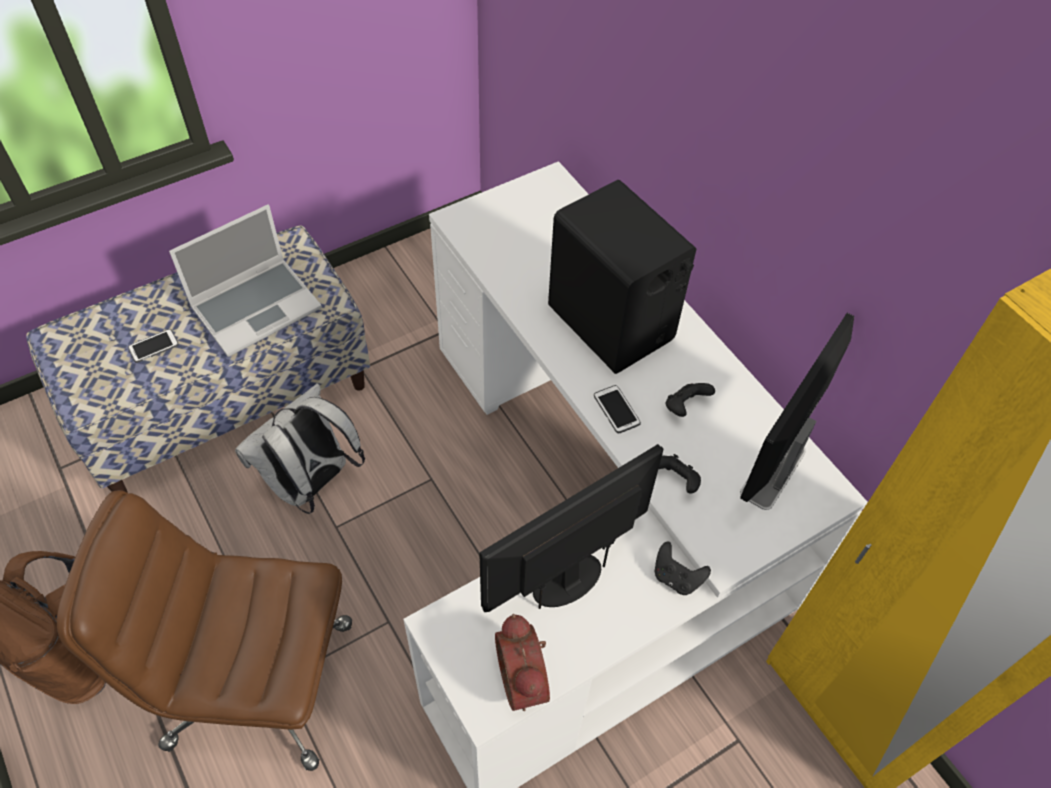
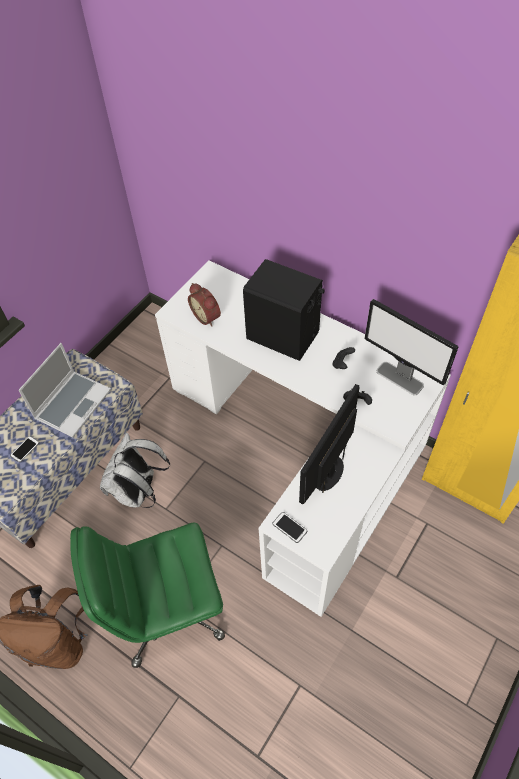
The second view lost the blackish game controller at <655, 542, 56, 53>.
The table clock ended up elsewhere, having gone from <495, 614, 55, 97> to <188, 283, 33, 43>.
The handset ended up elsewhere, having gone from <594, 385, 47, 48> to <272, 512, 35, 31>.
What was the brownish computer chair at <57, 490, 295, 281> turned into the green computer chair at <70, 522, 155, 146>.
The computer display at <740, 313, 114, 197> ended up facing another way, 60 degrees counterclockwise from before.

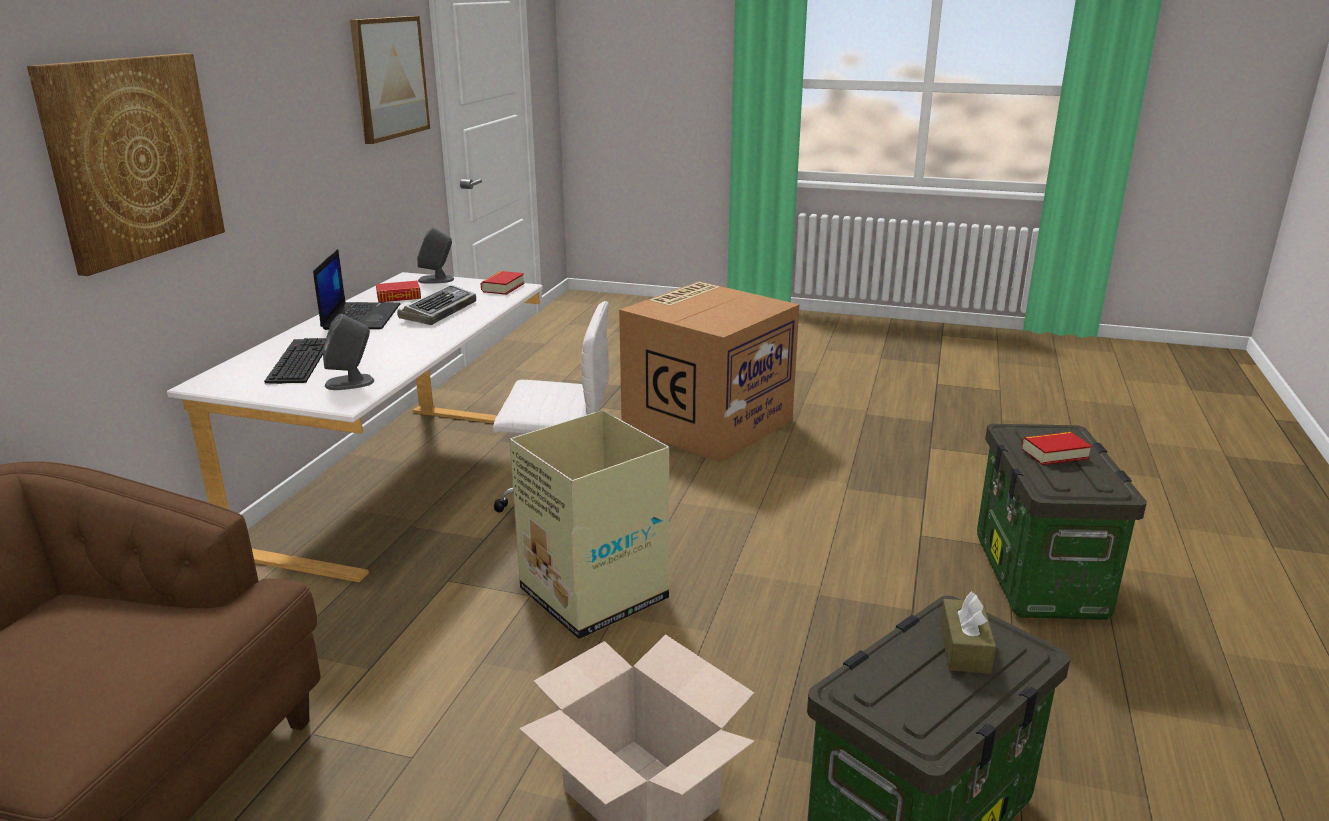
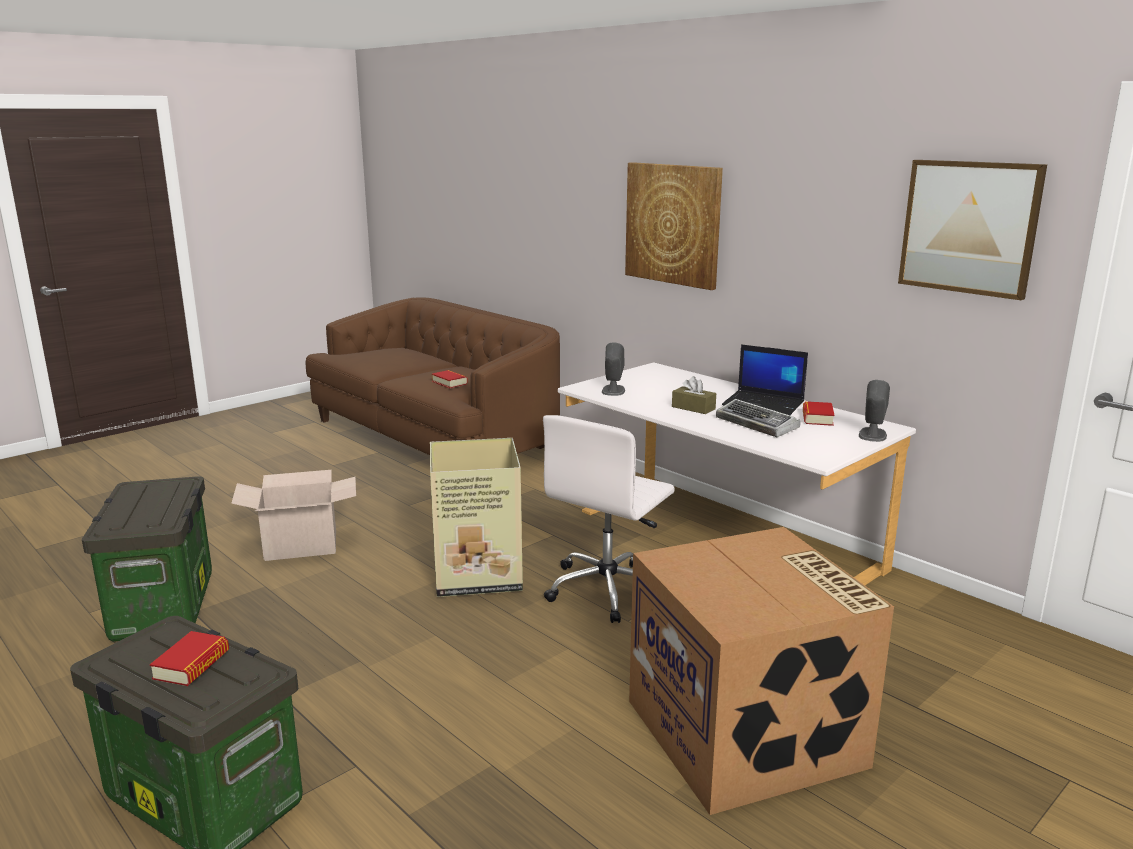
The second view lost the keyboard at <264, 338, 62, 47>.
The volume ended up elsewhere, having gone from <480, 271, 45, 24> to <432, 370, 36, 18>.
The brownish tissue holder ended up elsewhere, having gone from <940, 592, 56, 82> to <672, 376, 44, 38>.

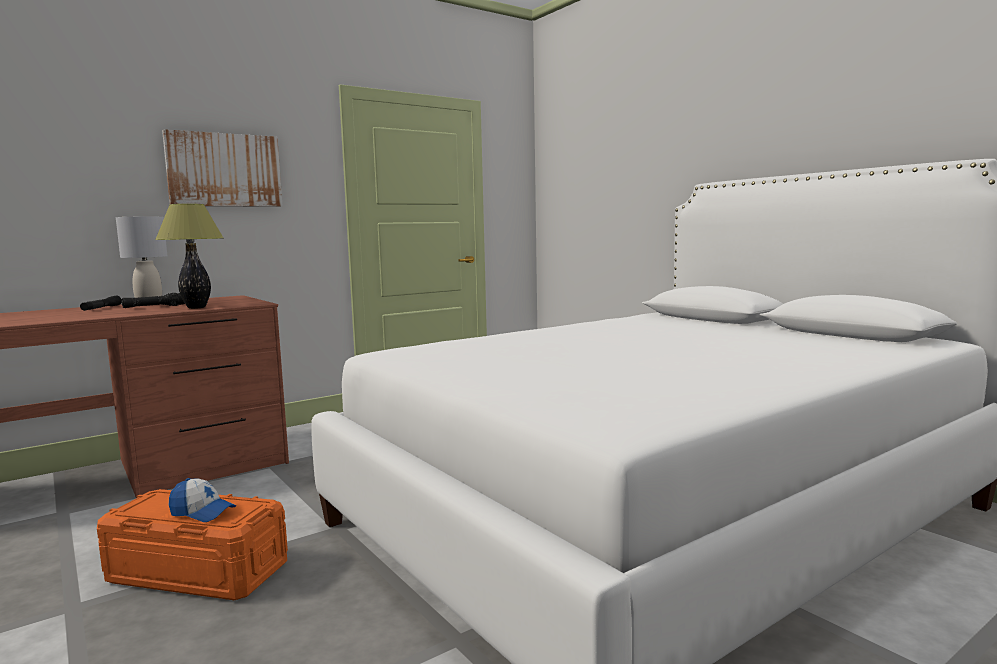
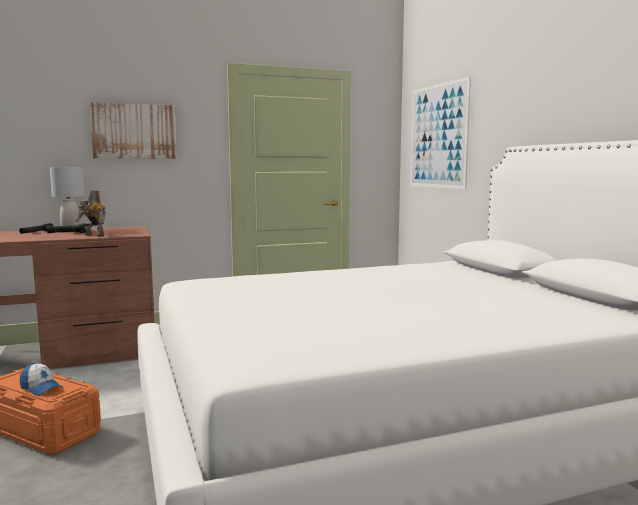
The second view gained the wall picture at <410, 76, 61, 113>.
Where the lamp for a table stood at <155, 204, 68, 105>, the toy robot came to stand at <74, 191, 32, 46>.

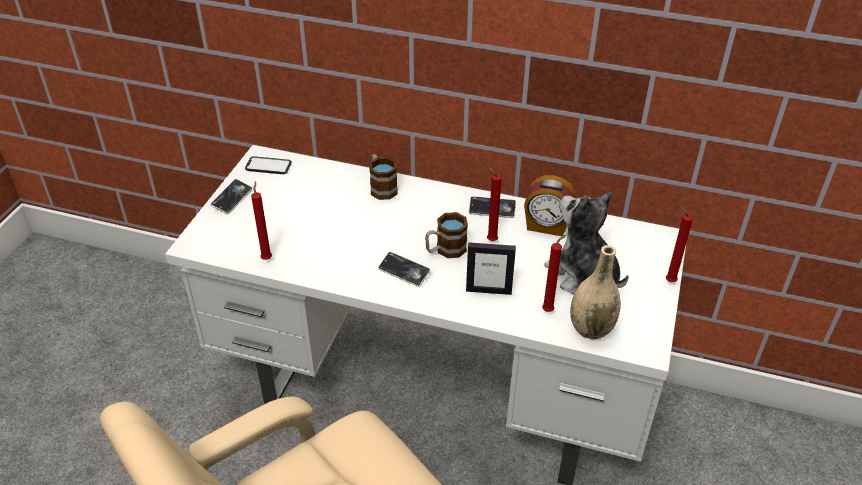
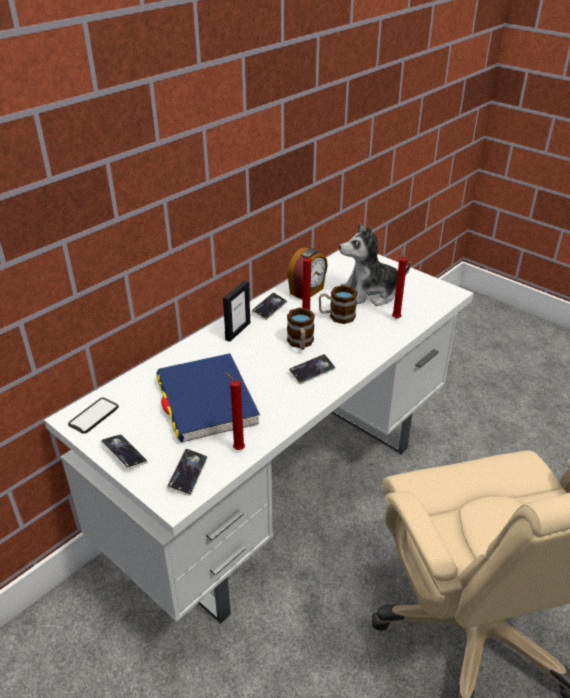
The second view lost the beige vase at <570, 245, 51, 94>.
The second view lost the red wax candle at <666, 206, 27, 76>.
The second view gained the blue-coloured volume at <156, 353, 104, 90>.
The second view gained the handset at <167, 449, 41, 47>.
The coffee mug ended up elsewhere, having gone from <369, 154, 29, 46> to <319, 285, 39, 39>.
The photo frame ended up elsewhere, having gone from <466, 242, 50, 53> to <223, 280, 27, 62>.

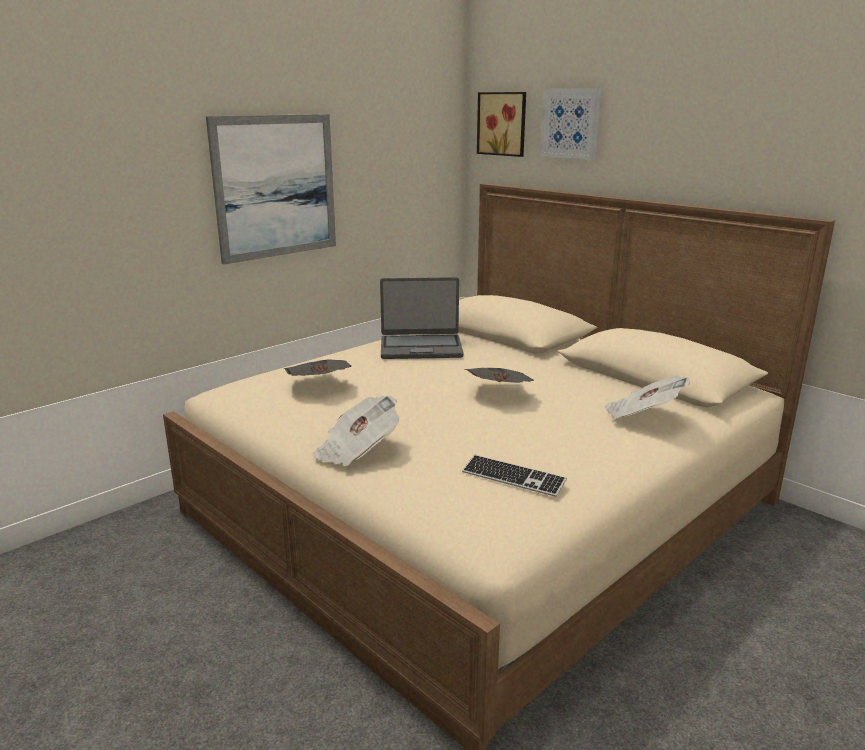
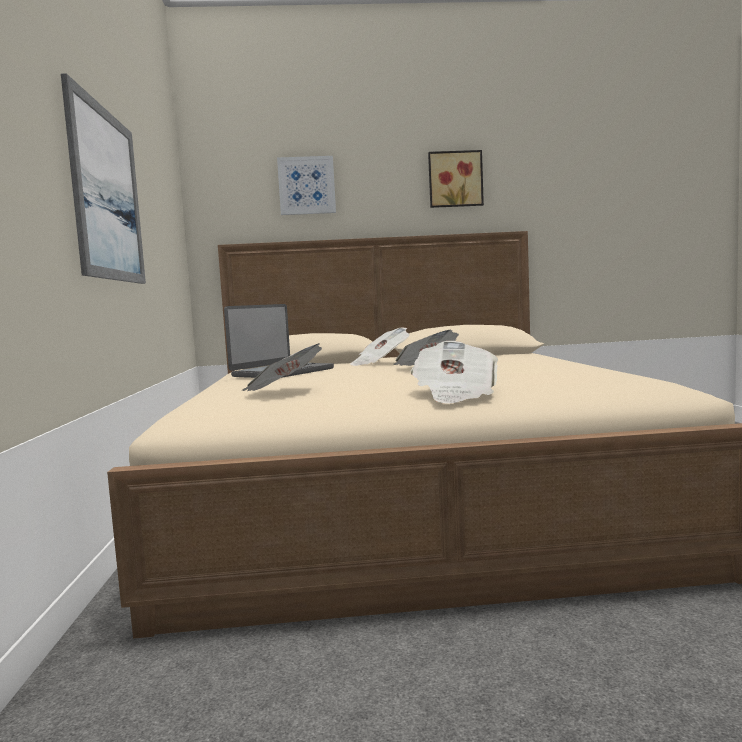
The second view lost the keyboard at <462, 455, 105, 42>.
The wall picture ended up elsewhere, having gone from <477, 92, 49, 65> to <428, 150, 56, 58>.
The daily paper ended up elsewhere, having gone from <605, 375, 85, 44> to <350, 327, 59, 39>.

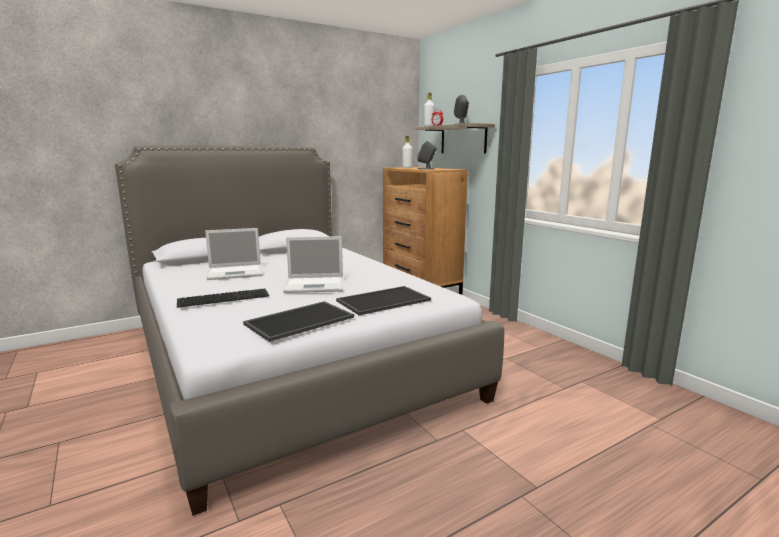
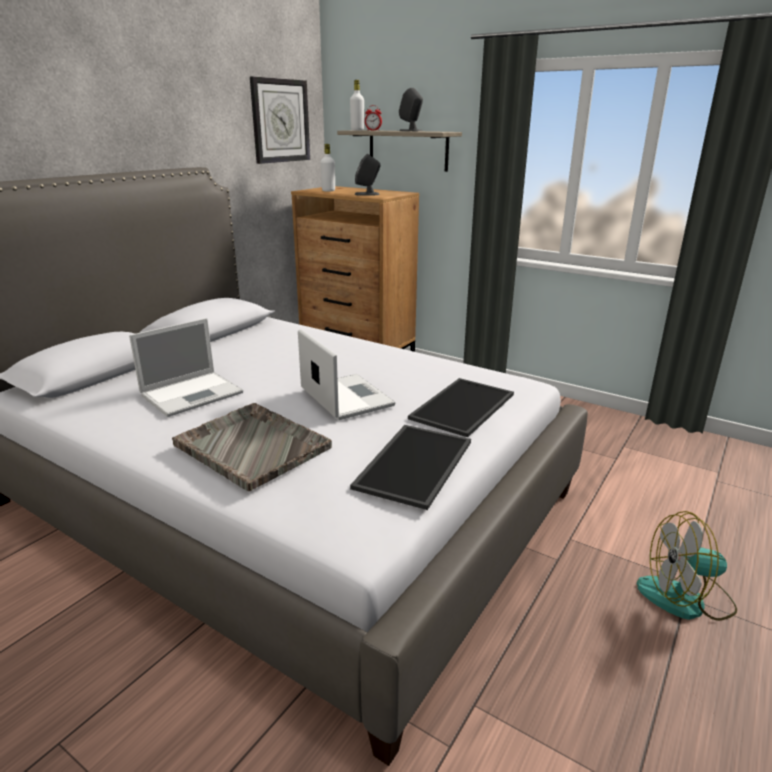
The second view gained the hanging clock at <250, 76, 60, 88>.
The second view gained the cooling fan at <636, 511, 101, 110>.
Where the keyboard stood at <177, 289, 92, 19>, the greyish serving tray came to stand at <172, 403, 160, 88>.
The notebook computer at <283, 236, 60, 57> ended up facing another way, 90 degrees counterclockwise from before.

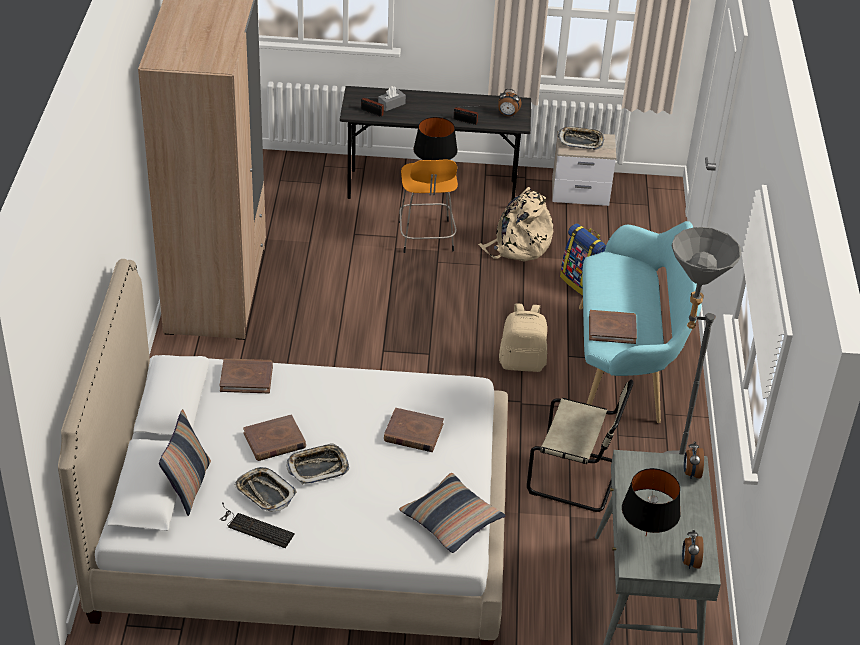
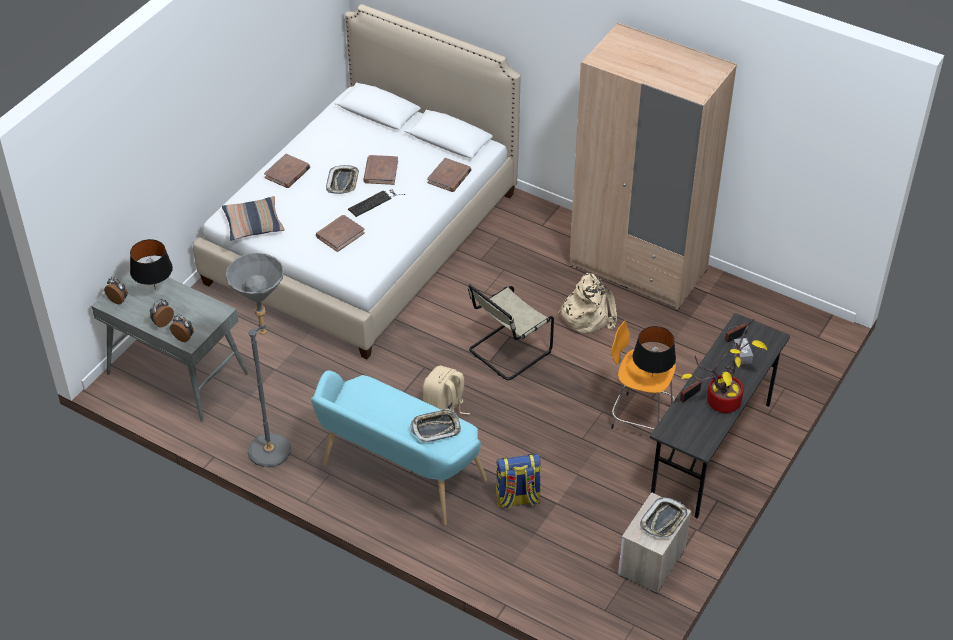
The second view lost the pillow at <159, 409, 52, 107>.
The second view gained the potted plant at <681, 319, 86, 94>.
The keyboard ended up elsewhere, having gone from <220, 502, 75, 46> to <348, 189, 58, 28>.
The serving tray ended up elsewhere, having gone from <234, 467, 63, 45> to <410, 409, 51, 34>.
The beige backpack ended up elsewhere, having gone from <478, 187, 75, 75> to <558, 273, 59, 61>.
The table clock ended up elsewhere, having gone from <498, 89, 23, 27> to <150, 299, 24, 28>.
The beige chair ended up elsewhere, having gone from <527, 380, 107, 132> to <468, 284, 86, 96>.
The brownish volume ended up elsewhere, having gone from <589, 310, 48, 34> to <264, 154, 46, 34>.

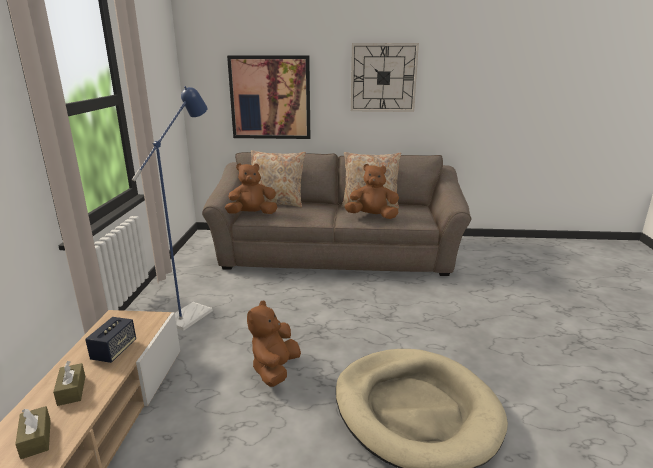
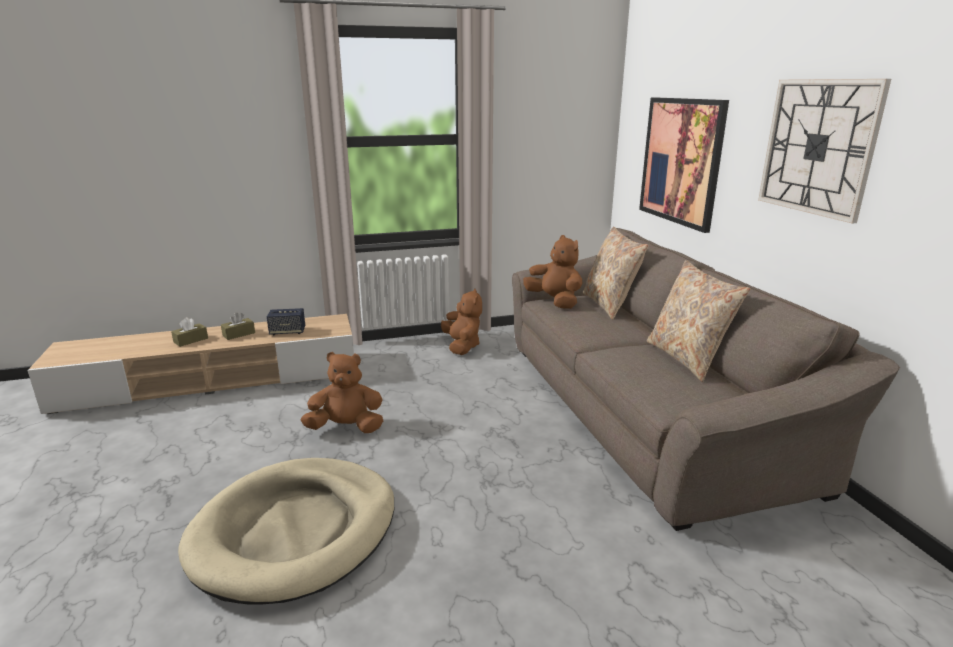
The second view lost the blue-coloured standard lamp at <132, 86, 81, 245>.
The brownish soft toy ended up elsewhere, having gone from <345, 164, 54, 55> to <441, 288, 41, 67>.

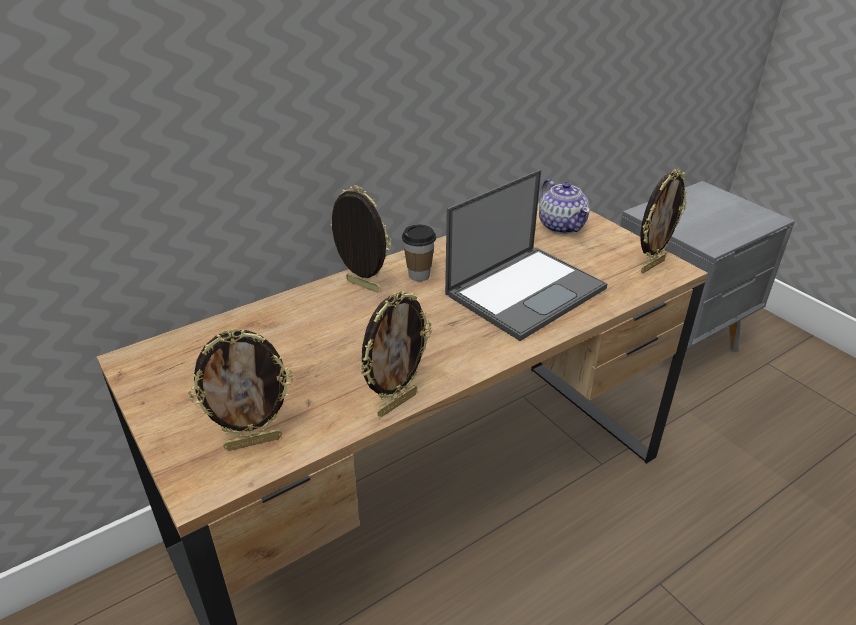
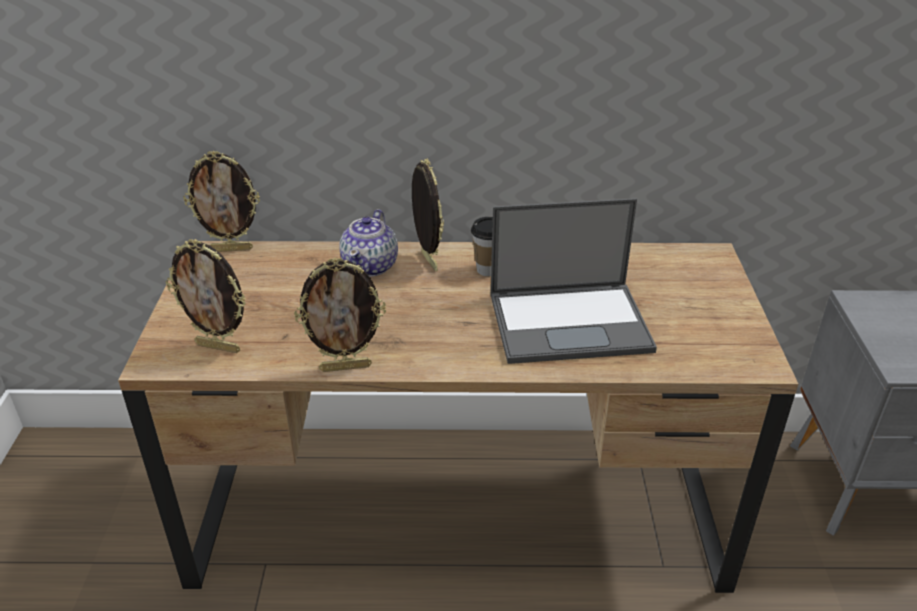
The tea pot ended up elsewhere, having gone from <539, 179, 51, 55> to <339, 209, 59, 68>.
The photo frame ended up elsewhere, having gone from <640, 169, 47, 104> to <183, 151, 77, 101>.

